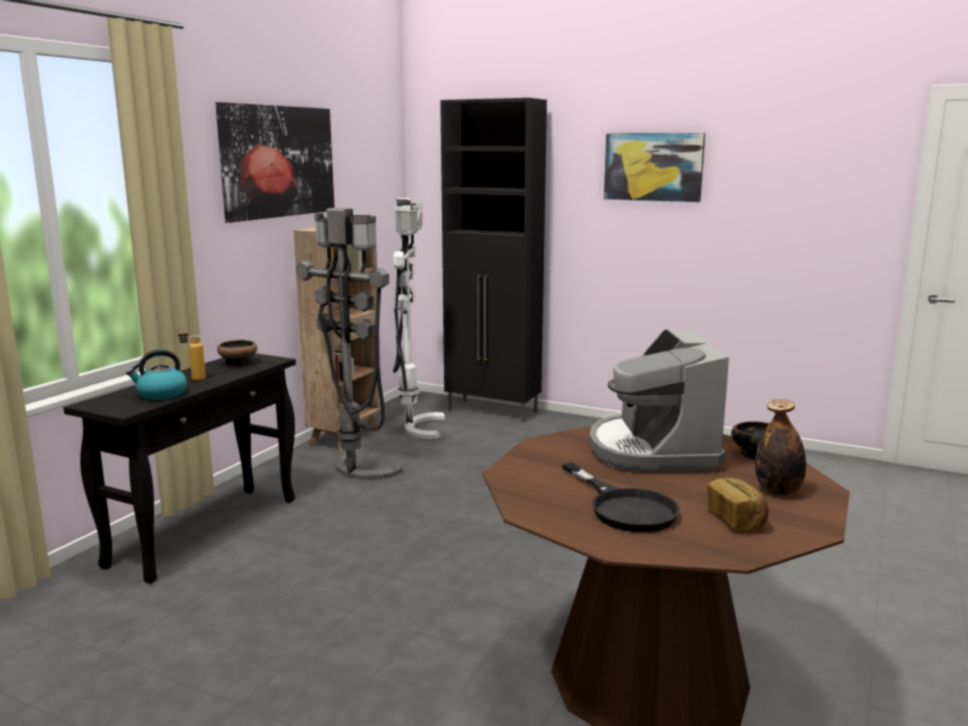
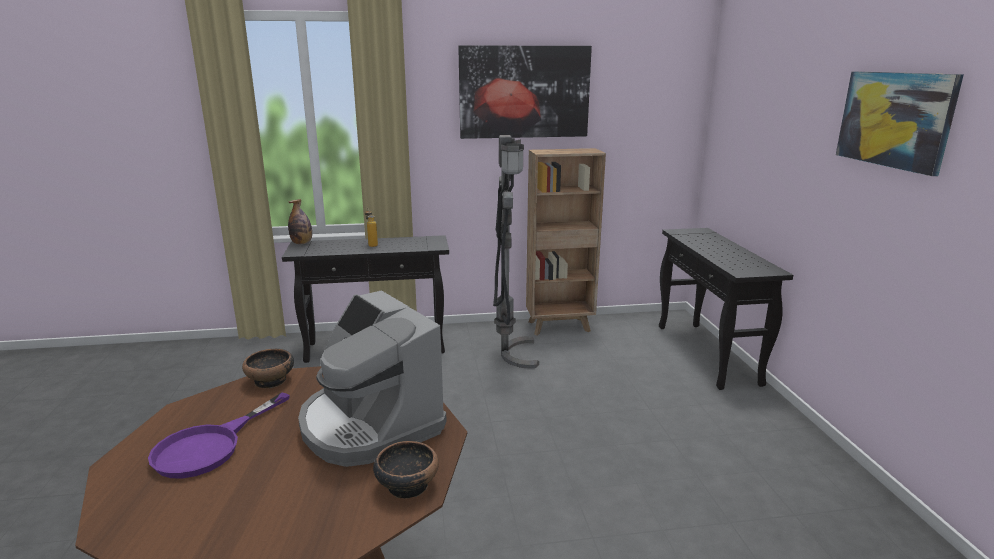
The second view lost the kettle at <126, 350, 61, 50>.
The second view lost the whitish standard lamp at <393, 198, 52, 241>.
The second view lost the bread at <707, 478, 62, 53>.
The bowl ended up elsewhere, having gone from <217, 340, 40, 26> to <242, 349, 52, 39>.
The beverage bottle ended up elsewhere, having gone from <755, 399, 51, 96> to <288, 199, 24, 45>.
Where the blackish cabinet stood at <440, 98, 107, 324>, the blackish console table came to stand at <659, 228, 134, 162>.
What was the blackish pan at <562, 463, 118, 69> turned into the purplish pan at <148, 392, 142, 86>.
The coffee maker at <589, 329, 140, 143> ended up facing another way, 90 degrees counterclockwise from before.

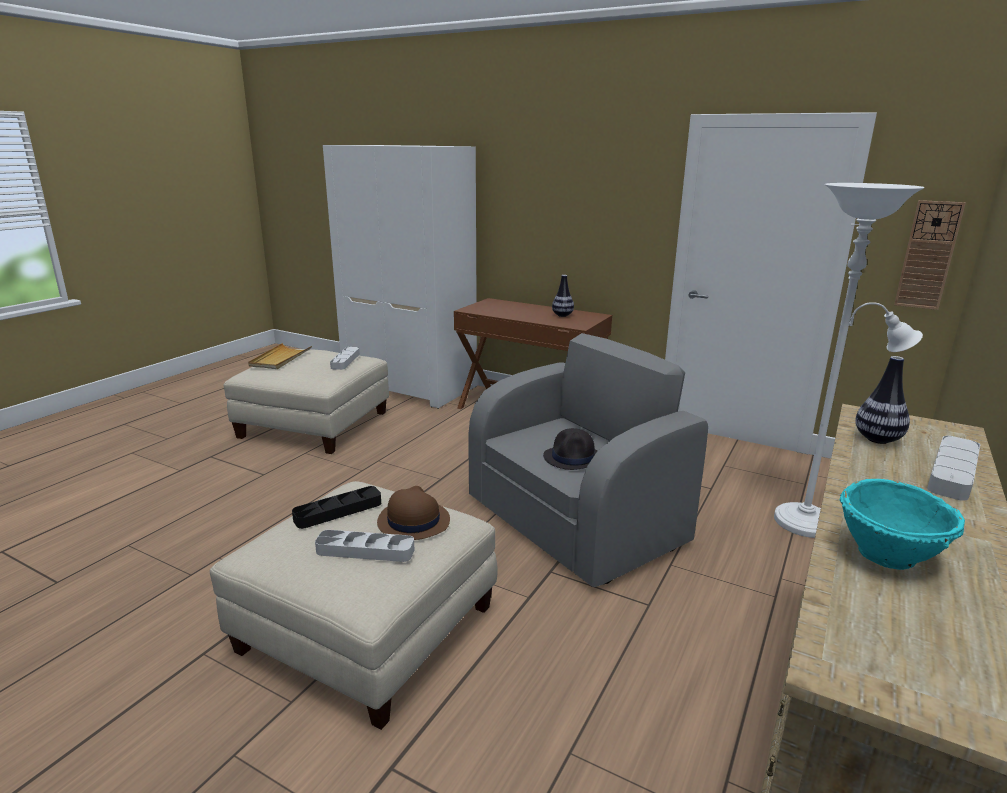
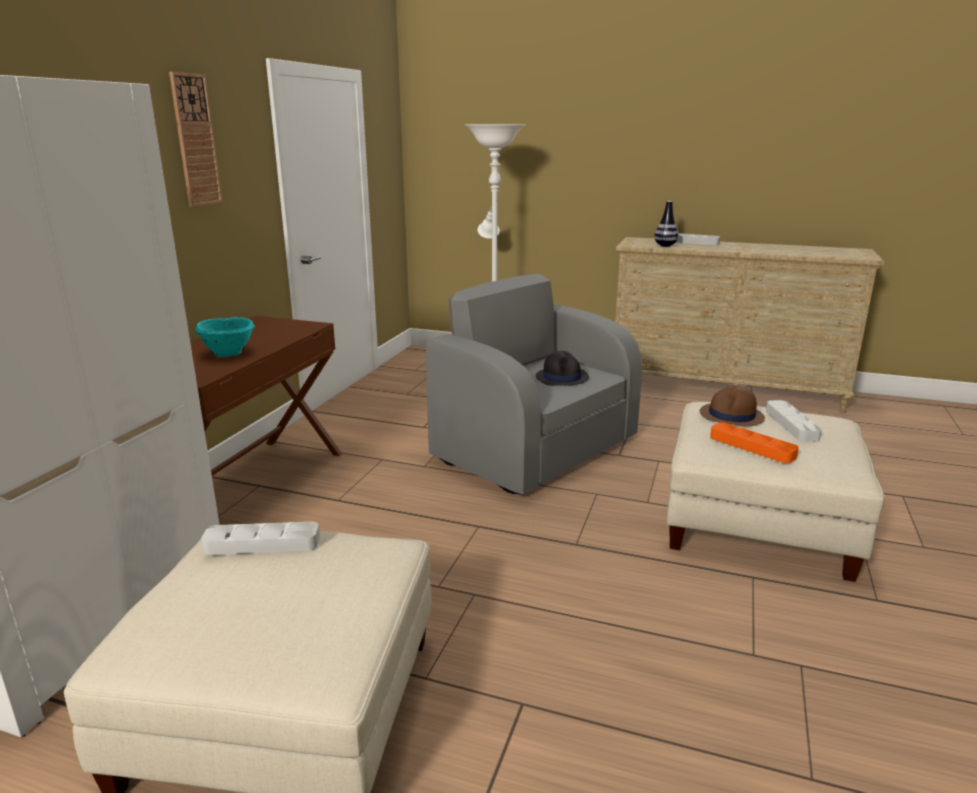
The second view lost the beige serving tray at <248, 343, 64, 26>.
The second view lost the vase at <552, 275, 22, 42>.
The blue-green bowl ended up elsewhere, having gone from <840, 479, 125, 91> to <195, 317, 60, 40>.
The hanging clock ended up elsewhere, having gone from <894, 200, 72, 110> to <169, 72, 53, 135>.
What was the blackish serving tray at <292, 486, 89, 43> turned into the orangey serving tray at <710, 422, 89, 41>.

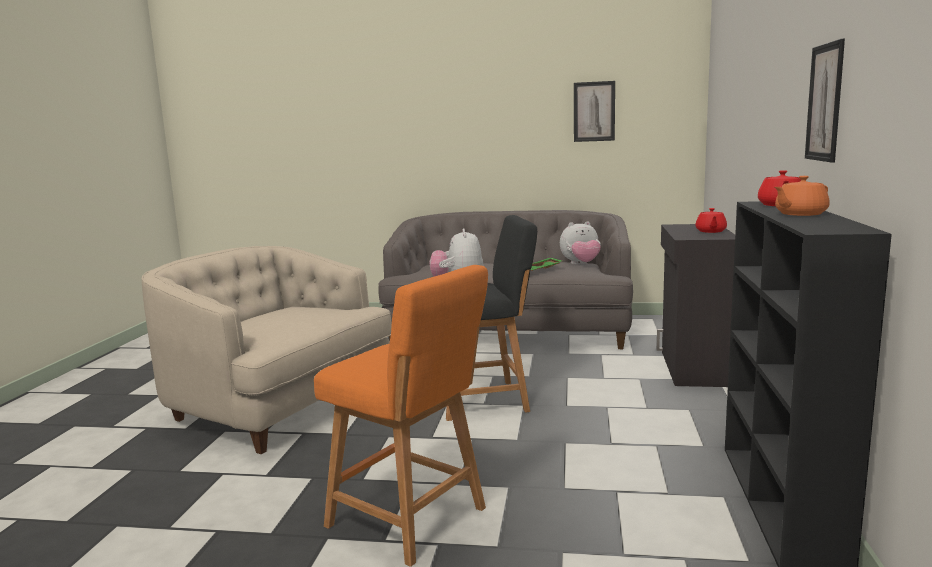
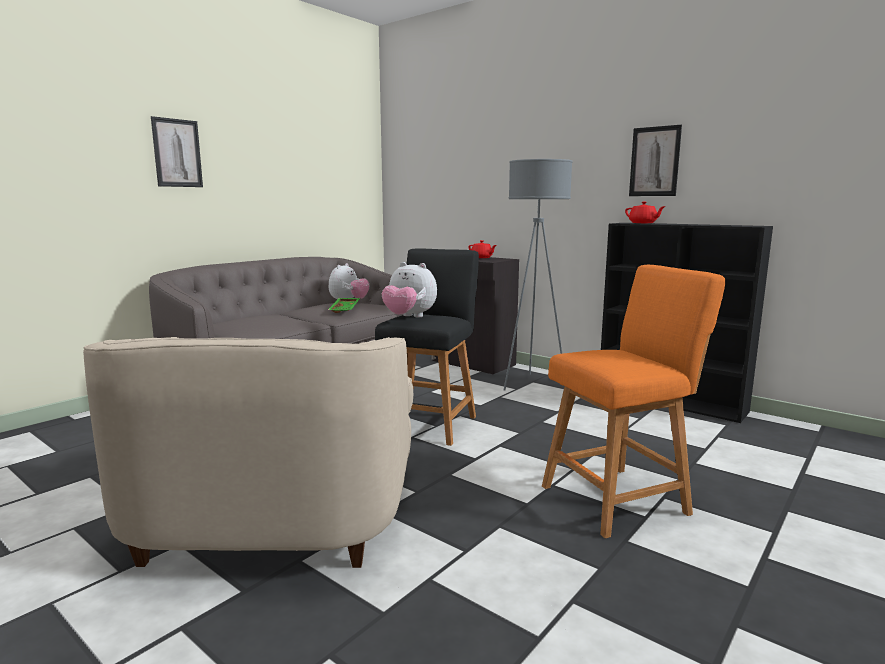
The second view lost the orangey tea pot at <775, 176, 55, 40>.
The second view gained the greyish standard lamp at <504, 159, 68, 232>.
The wall picture ended up elsewhere, having gone from <574, 81, 41, 61> to <151, 116, 52, 71>.
The beige easy chair at <142, 246, 250, 208> ended up facing another way, 60 degrees counterclockwise from before.

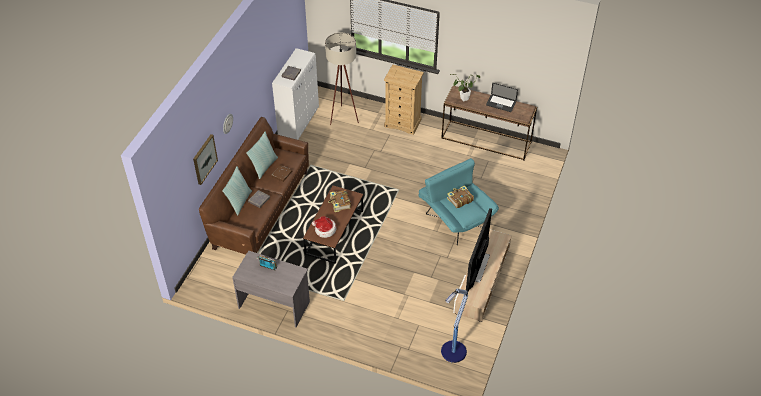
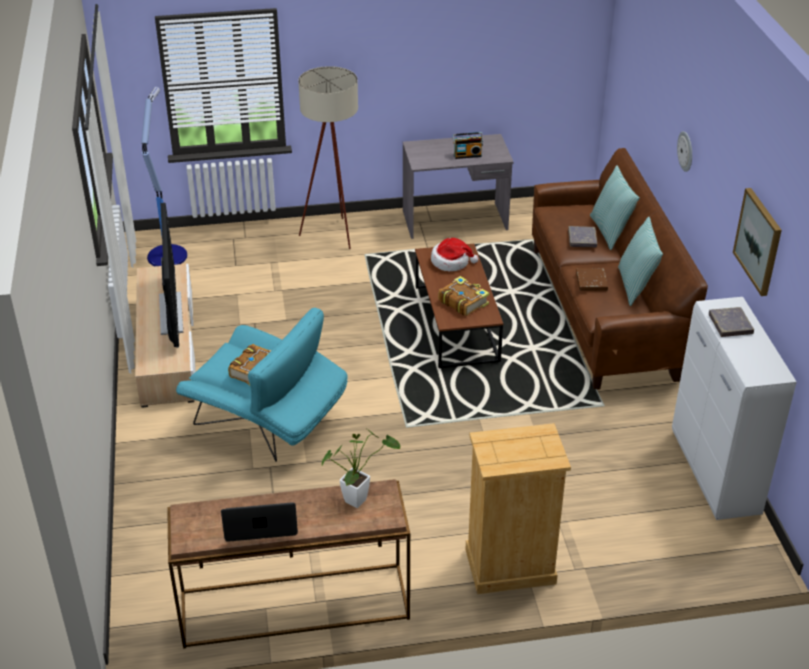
The wall picture ended up elsewhere, having gone from <193, 134, 25, 51> to <733, 188, 49, 108>.
The beige standard lamp ended up elsewhere, having gone from <325, 33, 34, 92> to <298, 66, 60, 183>.

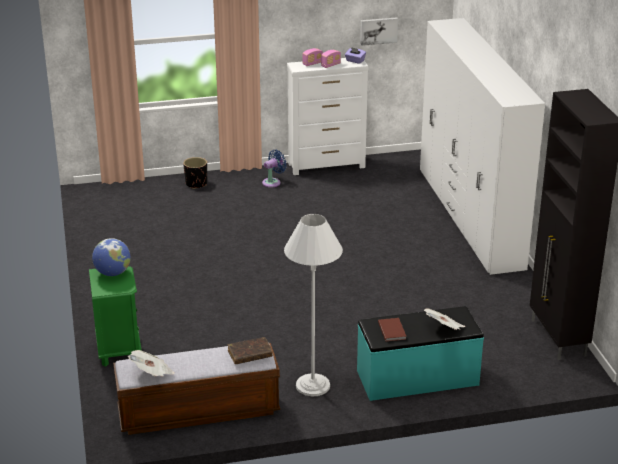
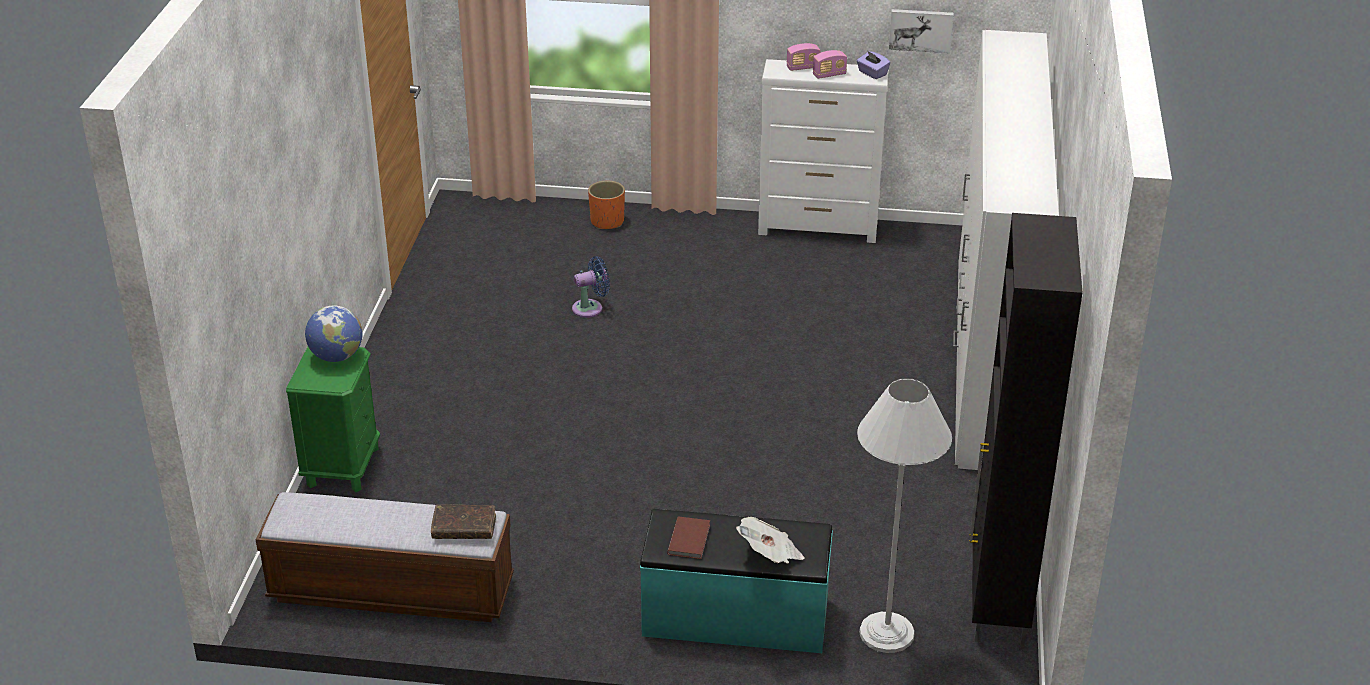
The second view lost the daily paper at <128, 350, 47, 27>.
The blue-coloured cooling fan ended up elsewhere, having gone from <262, 150, 25, 38> to <572, 256, 38, 62>.
The whitish standard lamp ended up elsewhere, having gone from <284, 214, 59, 182> to <857, 378, 95, 275>.
What was the blackish planter at <183, 157, 24, 32> turned into the orangey planter at <588, 181, 37, 48>.

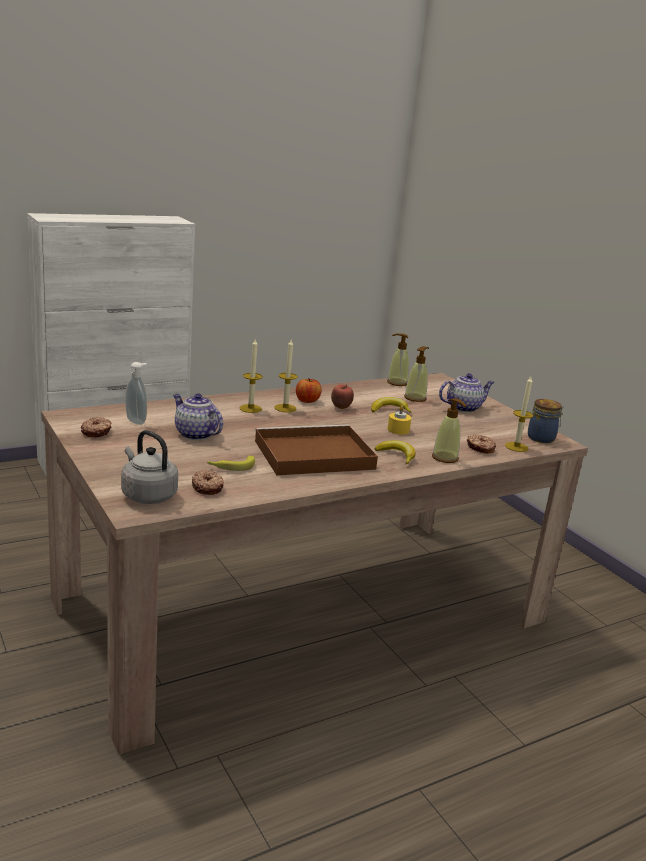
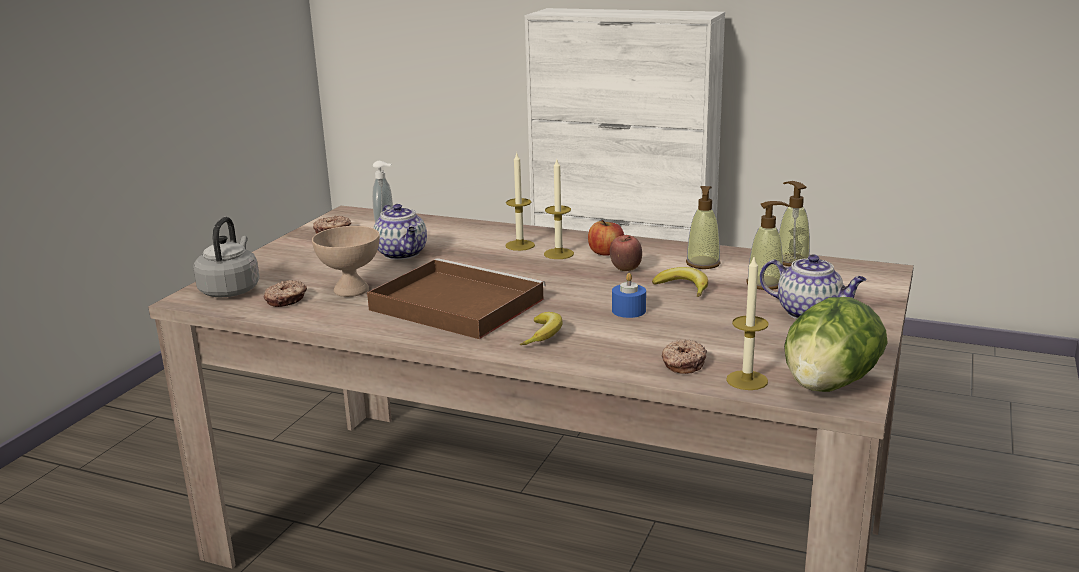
The soap bottle ended up elsewhere, having gone from <432, 398, 35, 65> to <686, 186, 35, 83>.
Where the banana fruit stood at <207, 456, 48, 15>, the beige bowl came to stand at <312, 226, 68, 71>.
Where the storage jar stood at <528, 399, 36, 44>, the lettuce head came to stand at <784, 297, 104, 95>.
What was the yellowish wax candle at <387, 405, 24, 30> turned into the blue-coloured wax candle at <612, 273, 34, 45>.
The tea pot at <173, 393, 50, 47> ended up facing another way, 150 degrees clockwise from before.

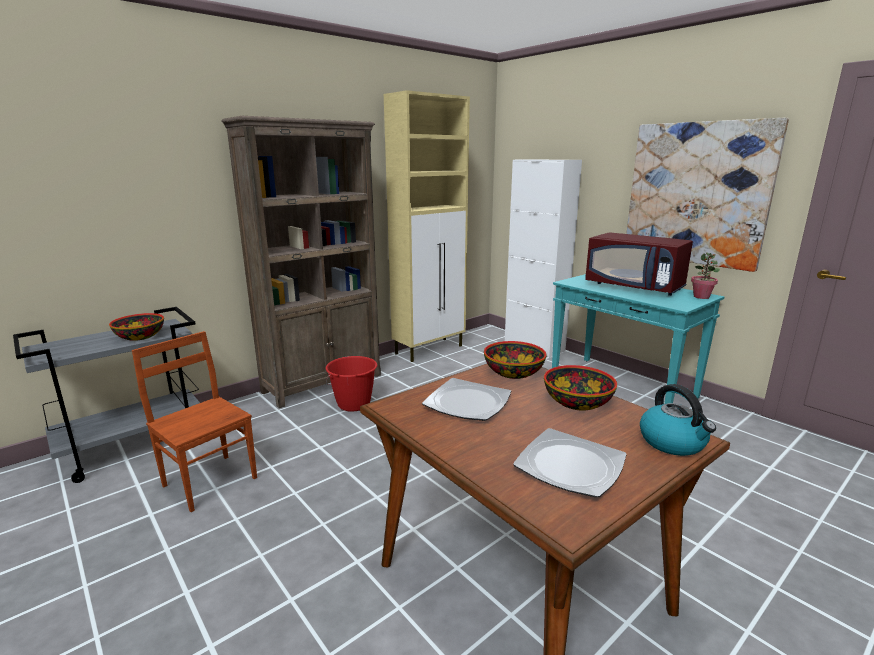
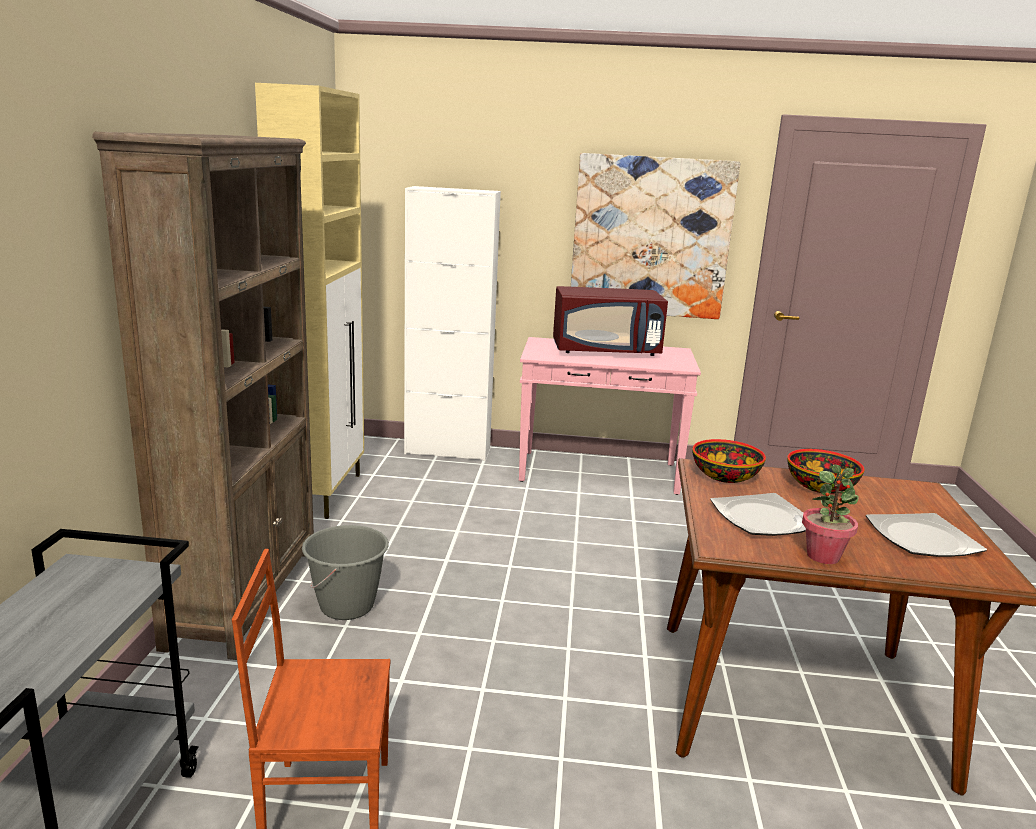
The second view lost the bowl at <109, 313, 55, 28>.
The second view lost the kettle at <640, 384, 76, 72>.
The potted plant ended up elsewhere, having gone from <691, 252, 29, 47> to <802, 464, 57, 100>.
What was the red water bucket at <326, 356, 51, 56> turned into the greyish water bucket at <302, 525, 87, 95>.
What was the blue-green console table at <552, 274, 172, 130> turned into the pink console table at <519, 337, 182, 158>.

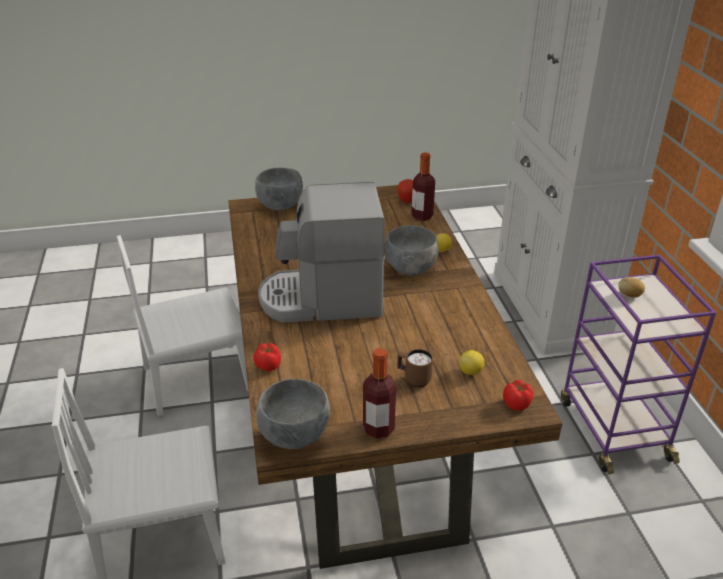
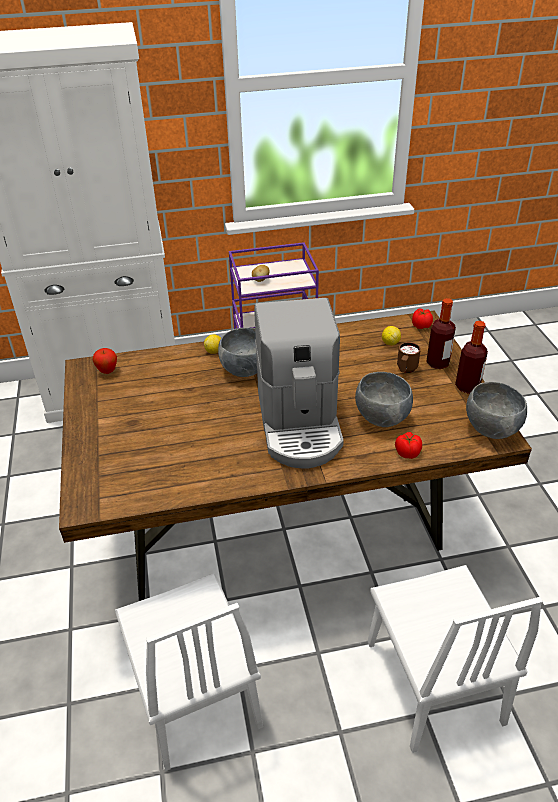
The greyish bowl ended up elsewhere, having gone from <255, 168, 48, 42> to <355, 372, 58, 55>.
The beverage bottle ended up elsewhere, having gone from <411, 152, 24, 69> to <426, 298, 30, 71>.

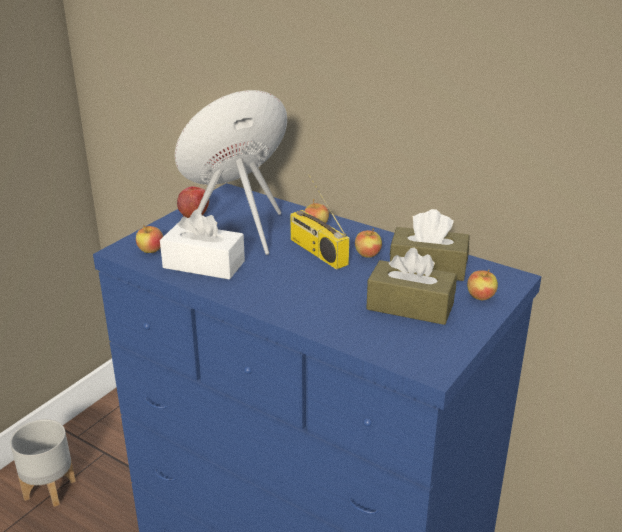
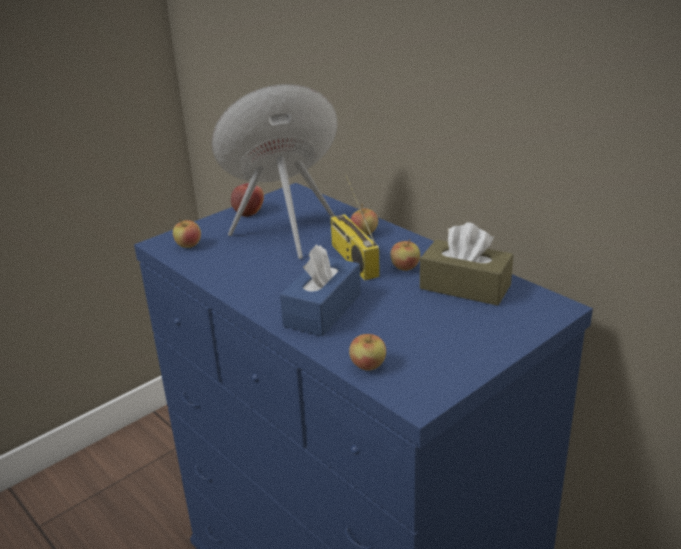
The second view lost the greyish planter at <10, 419, 66, 88>.
The second view lost the whitish tissue holder at <160, 209, 85, 71>.
The second view lost the brownish tissue holder at <366, 248, 91, 77>.
The second view gained the blue-coloured tissue holder at <280, 244, 81, 92>.
The apple ended up elsewhere, having gone from <467, 270, 31, 30> to <349, 334, 37, 37>.

